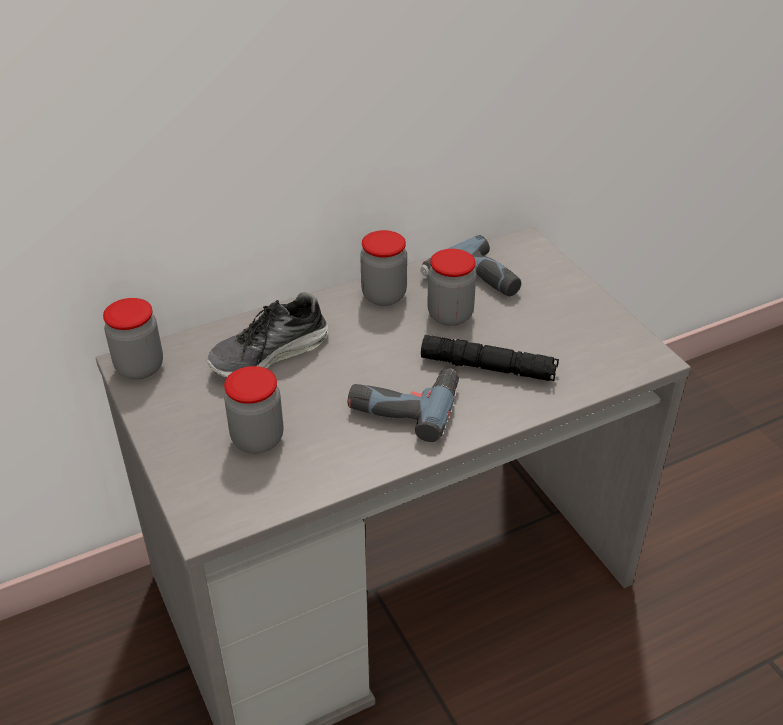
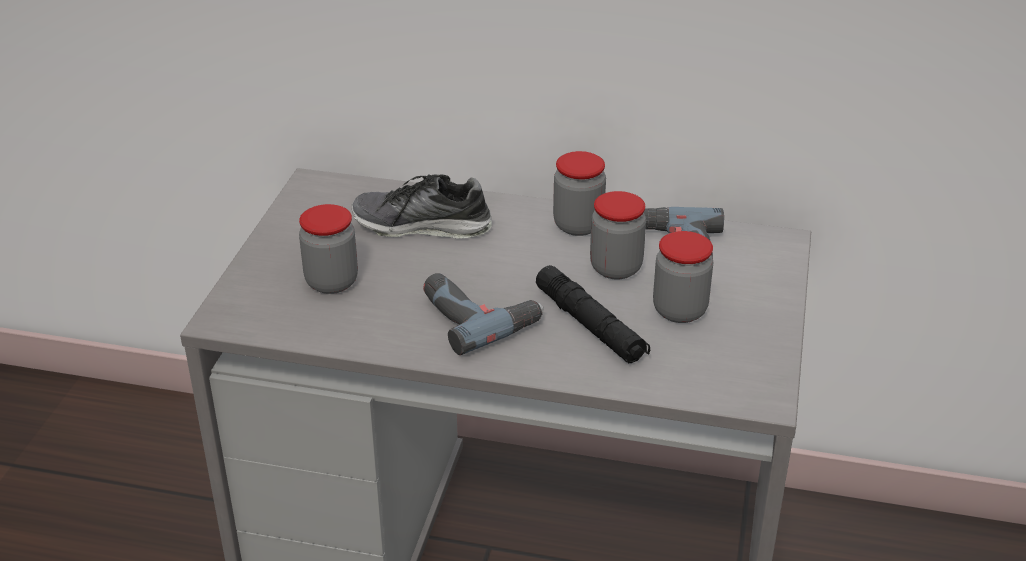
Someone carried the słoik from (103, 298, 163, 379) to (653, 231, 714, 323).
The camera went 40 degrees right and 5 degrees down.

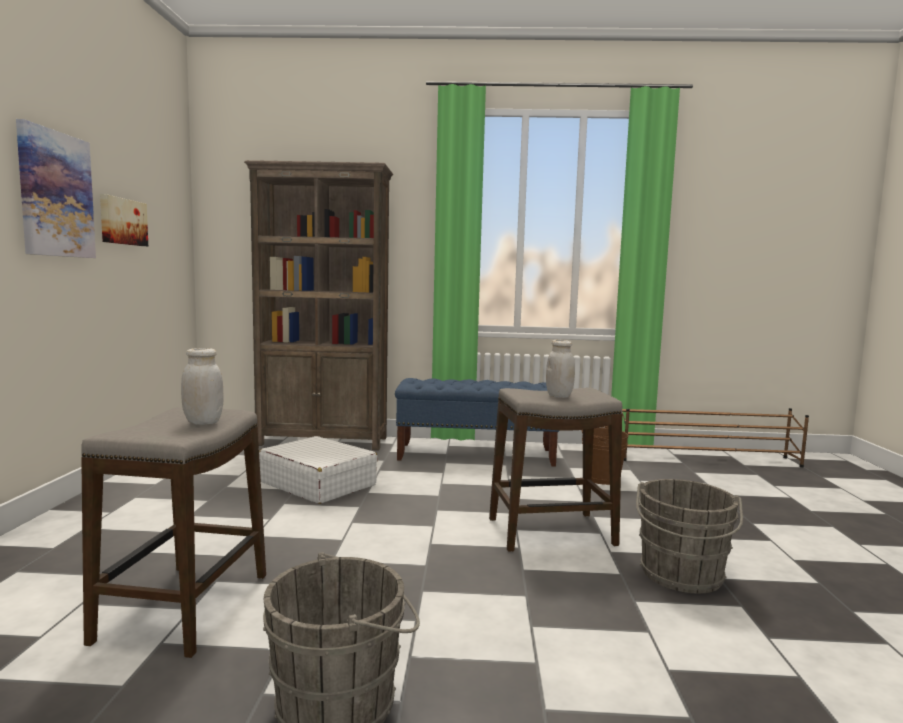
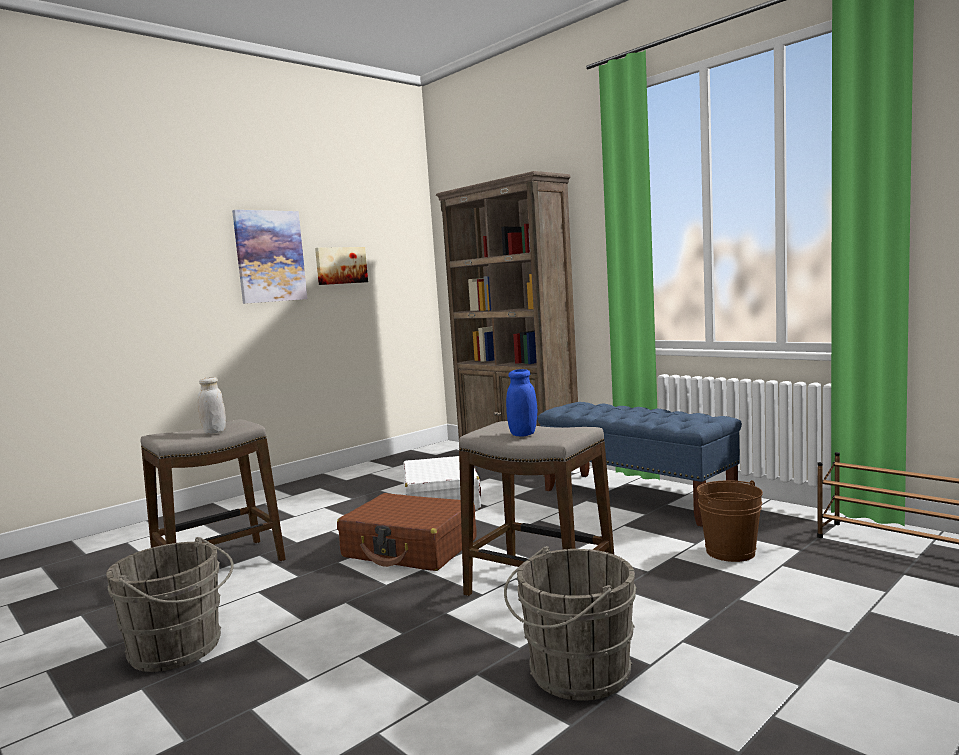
Someone repainted the słoik (biały) at (546, 340, 575, 398), which became the słoik (niebieski) at (506, 369, 537, 437).
Someone put down the walizka (brązowy) at (337, 493, 477, 571).
The camera went 45 degrees right and 0 degrees up.

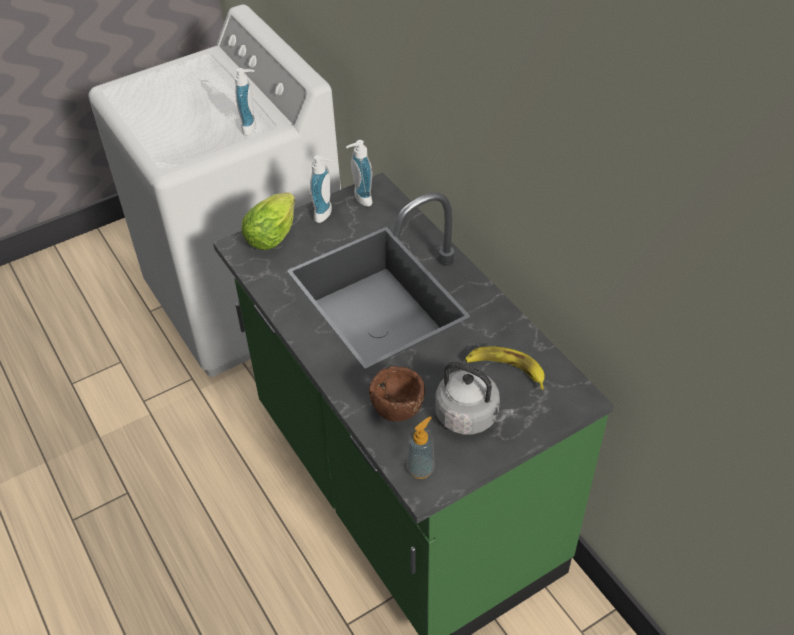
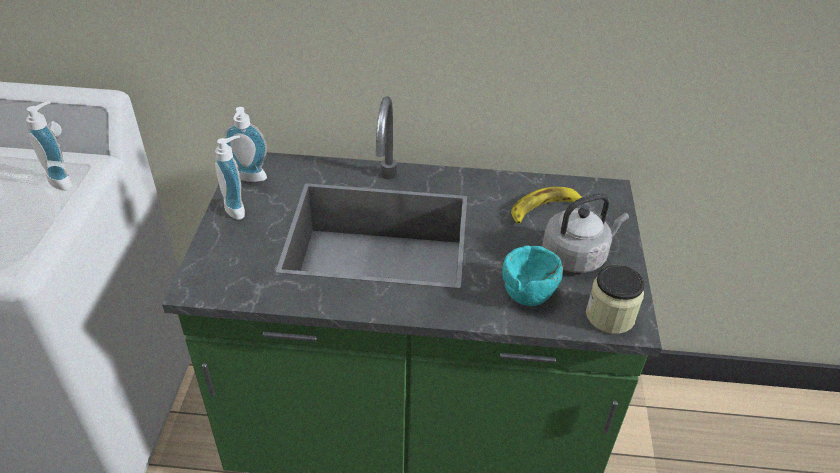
Someone took away the sałata at (241, 192, 295, 250).
Someone repainted the miska (brązowy) at (369, 366, 425, 422), which became the miska (turkusowy) at (502, 245, 563, 306).
Someone swapped the dozownik mydła at (406, 417, 435, 479) for the słoik at (586, 265, 645, 334).
The camera went 55 degrees left and 5 degrees down.

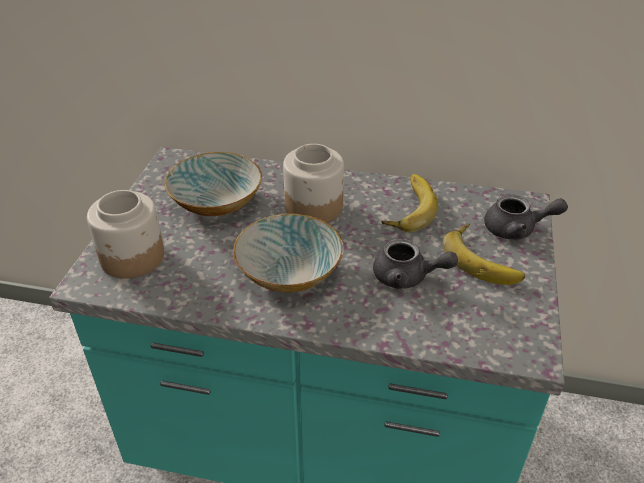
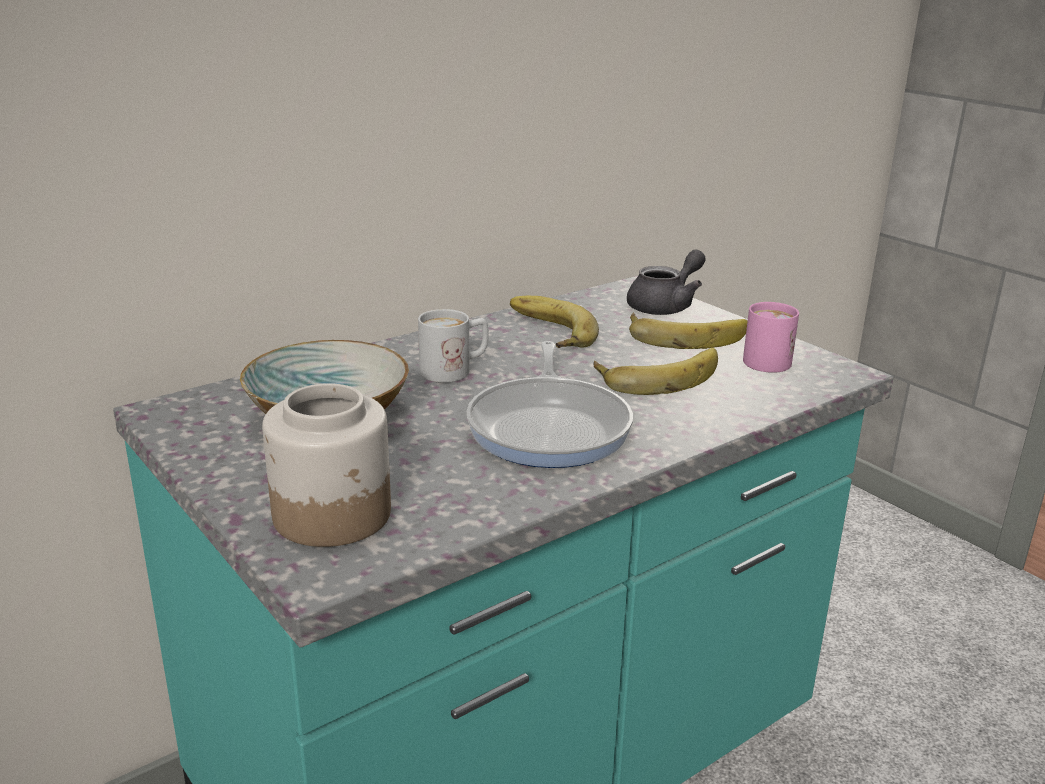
Someone swapped the słoik at (283, 144, 344, 223) for the kubek (biały) at (418, 309, 489, 383).
Someone swapped the miska at (233, 214, 344, 292) for the patelnia at (467, 341, 633, 468).
Someone swapped the imbryk (szary) at (373, 238, 458, 289) for the banan at (593, 348, 718, 395).
Someone put down the kubek (różowy) at (743, 302, 799, 373).
The camera went 50 degrees left and 15 degrees down.

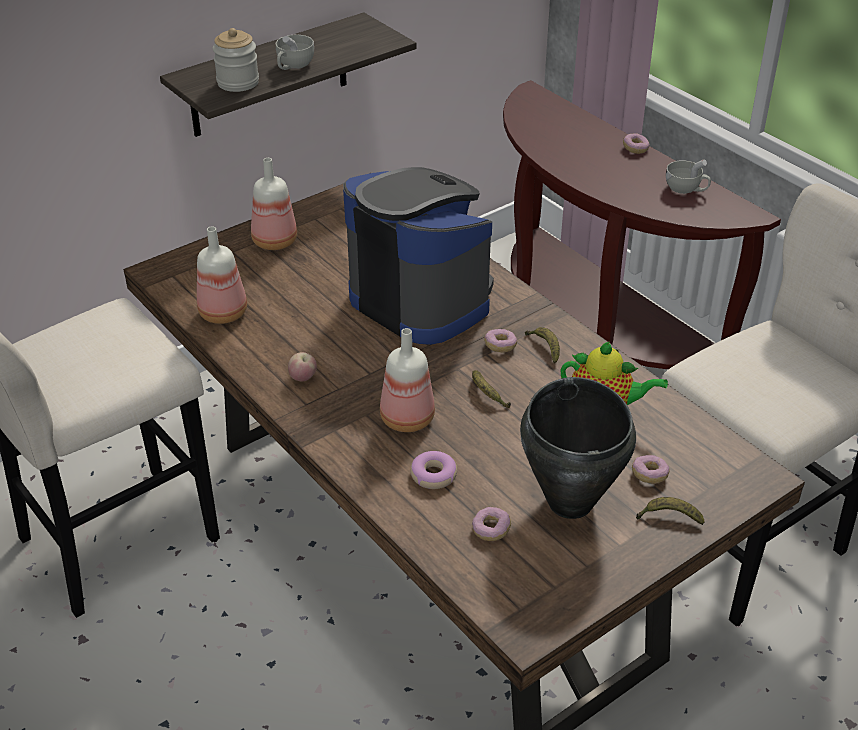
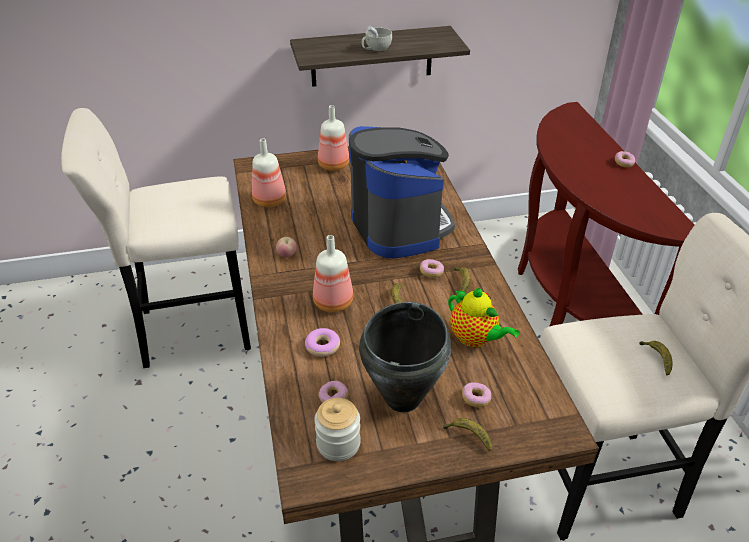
Someone carried the słoik from (212, 28, 259, 92) to (314, 398, 361, 461).
Someone took away the filiżanka (biały) at (666, 159, 711, 194).
Someone put down the banan at (639, 341, 673, 376).
The camera went 25 degrees right and 0 degrees up.

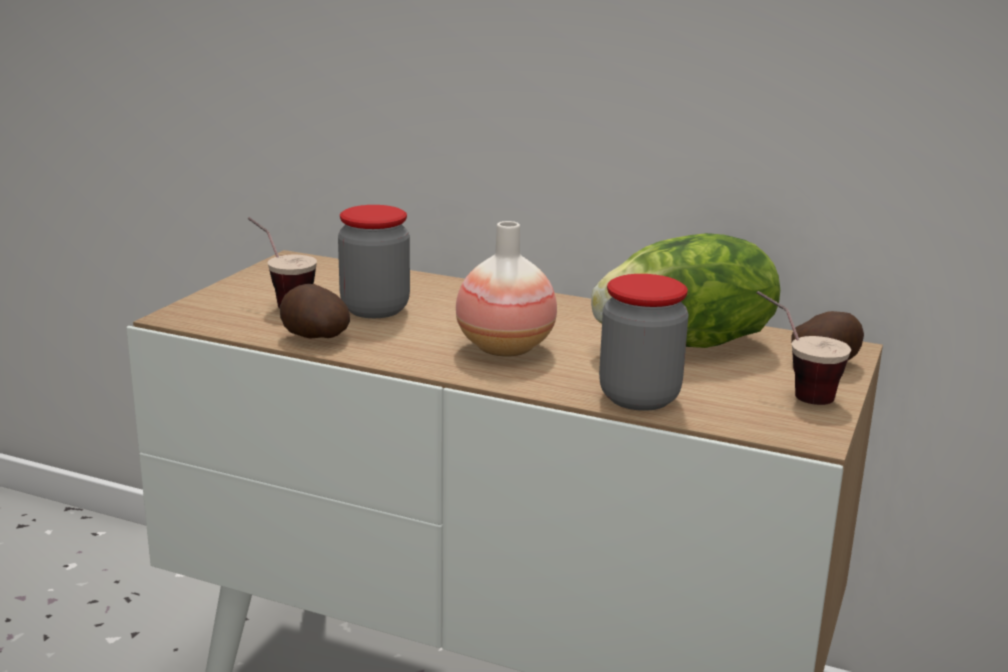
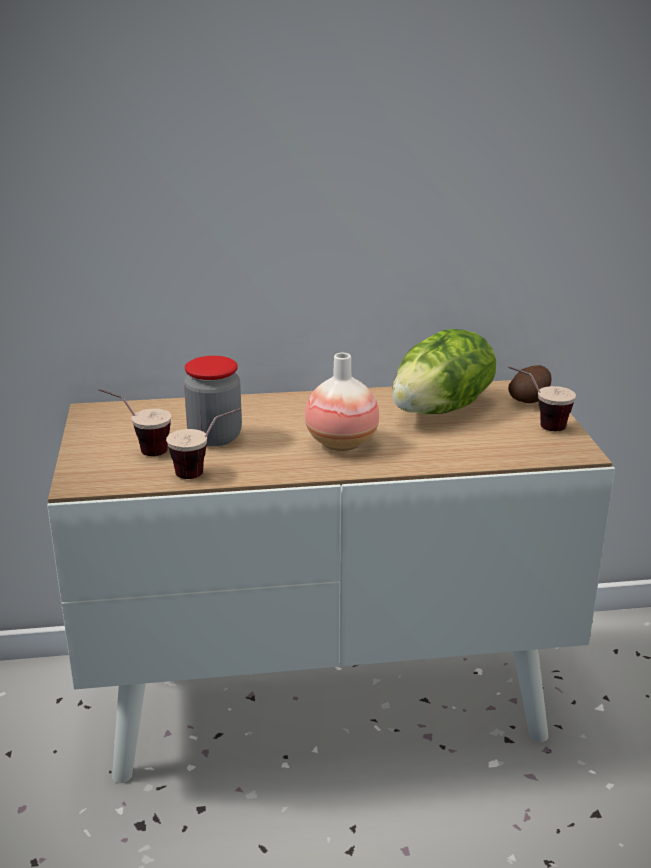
Someone took away the słoik at (599, 274, 689, 411).
Someone swapped the ziemniak at (280, 284, 350, 339) for the filiżanka at (166, 408, 241, 479).
The camera went 30 degrees left and 5 degrees up.

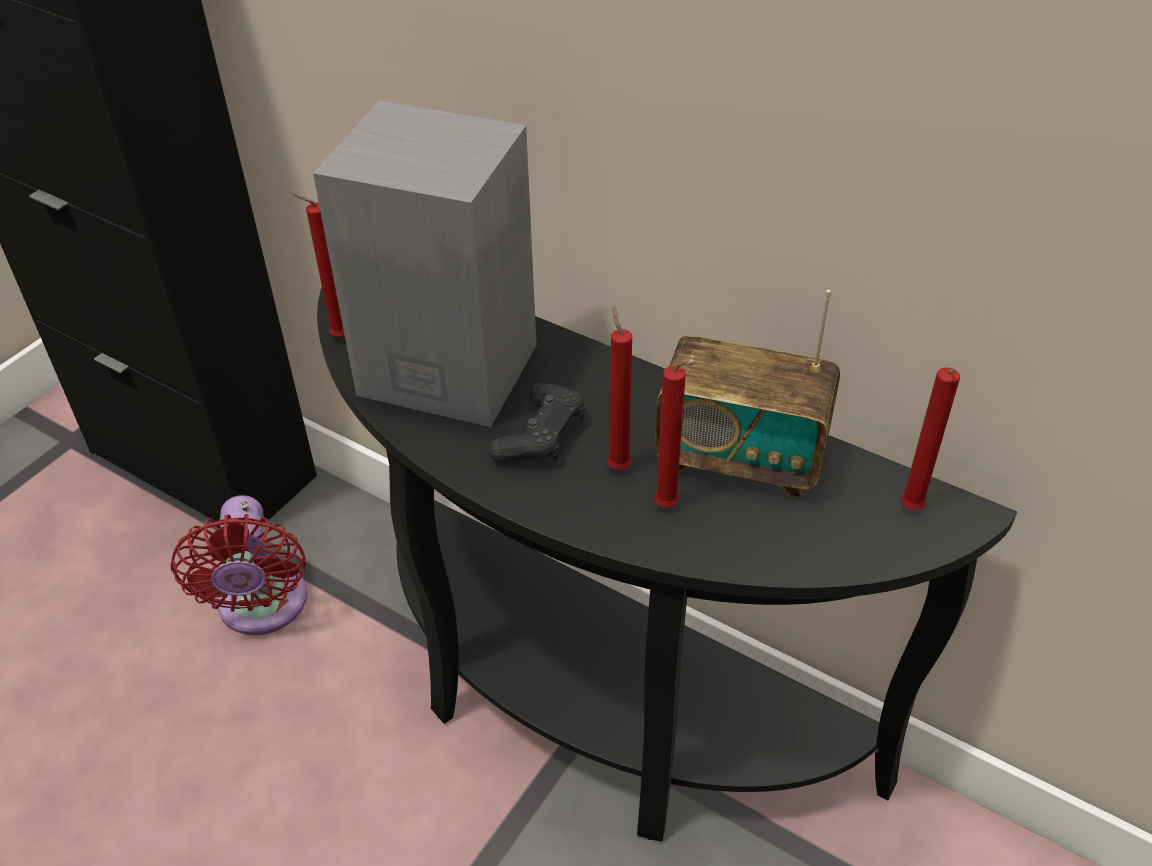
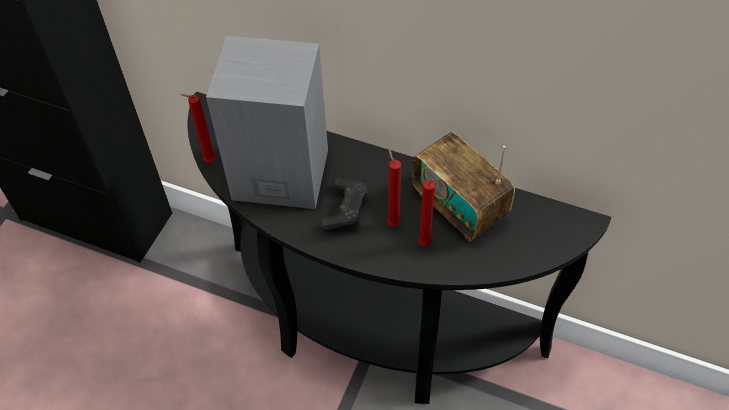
Someone rotated the radio at (655, 289, 840, 498) by 45 degrees clockwise.
Someone took away the świeca (czerwony) at (901, 367, 960, 510).
Someone took away the wentylator (czerwony) at (171, 495, 307, 635).
The camera went 10 degrees left and 10 degrees up.

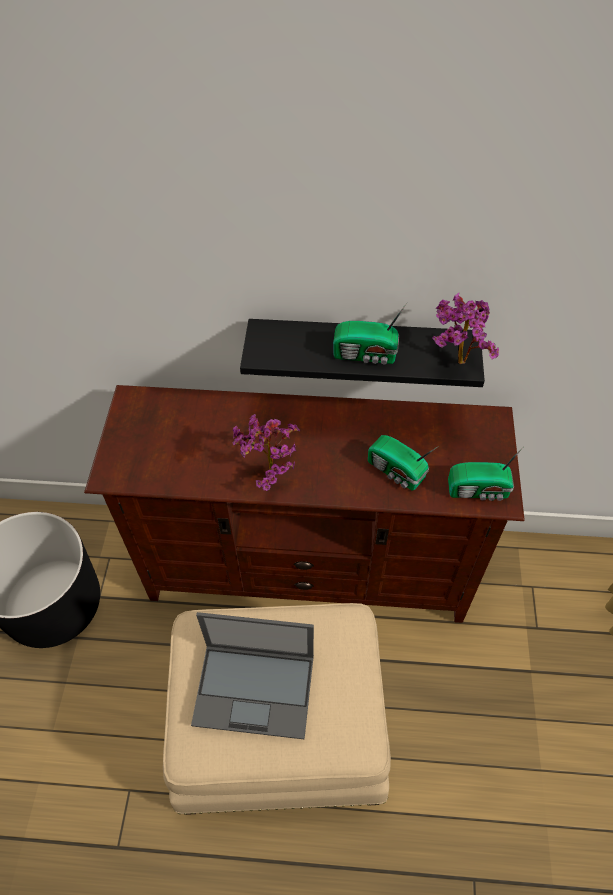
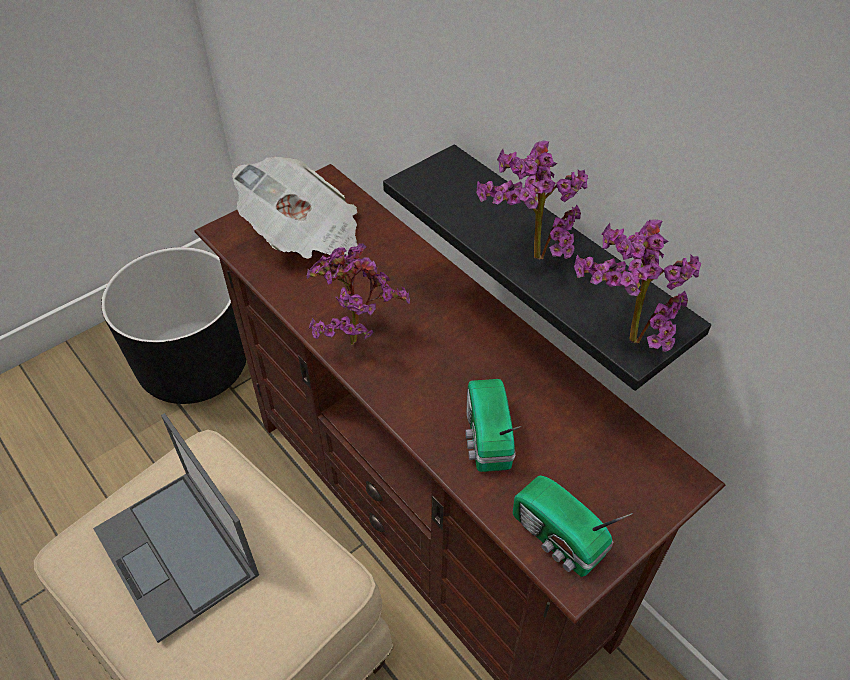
Someone swapped the radio at (333, 303, 407, 364) for the roślina doniczkowa at (476, 141, 588, 260).
Someone put down the gazeta at (232, 157, 358, 259).
The camera went 45 degrees right and 5 degrees down.

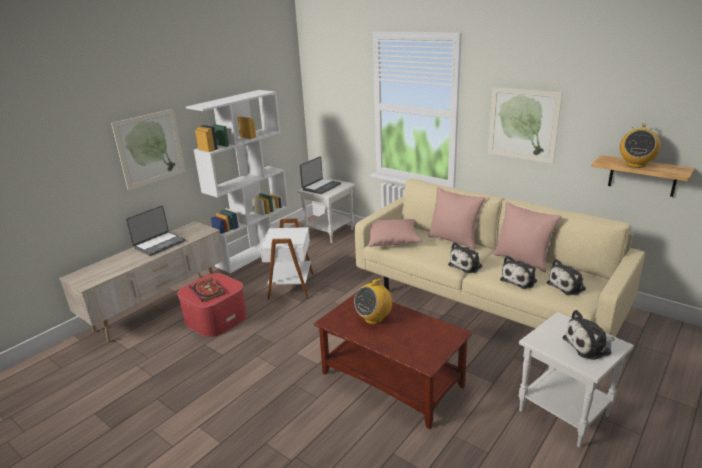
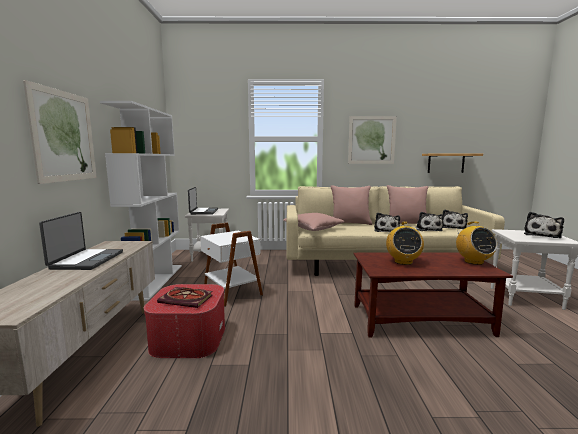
Someone carried the radio from (620, 124, 661, 168) to (456, 221, 497, 265).
The camera went 40 degrees left and 15 degrees down.

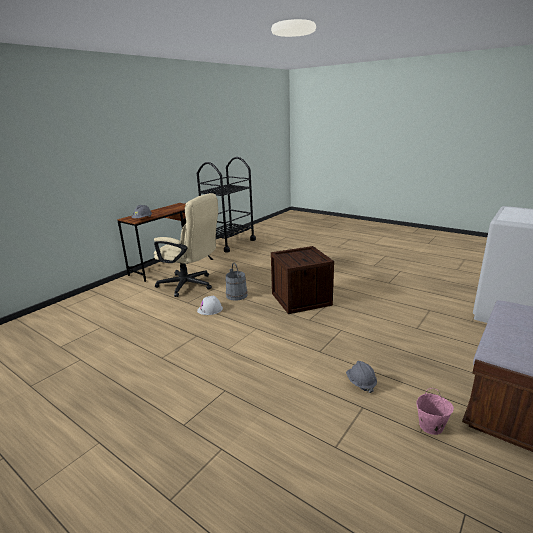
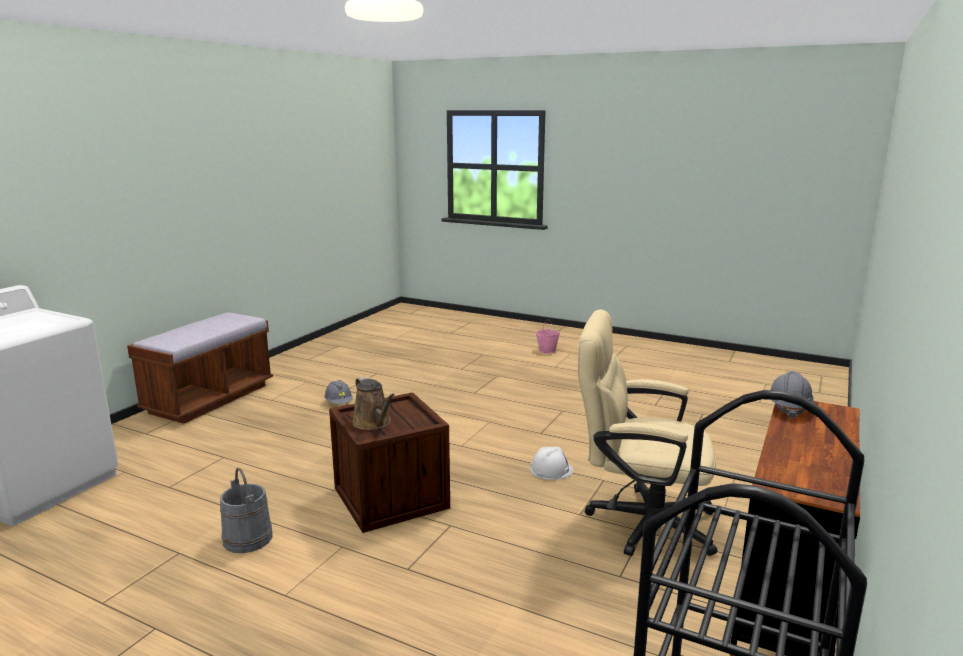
Someone carried the wiadro (szary) from (226, 262, 248, 301) to (220, 468, 272, 553).
Someone carried the wiadro (różowy) from (416, 388, 454, 435) to (536, 319, 560, 354).
Someone put down the konewka (brązowy) at (352, 377, 395, 430).
The camera went 170 degrees right and 5 degrees down.

